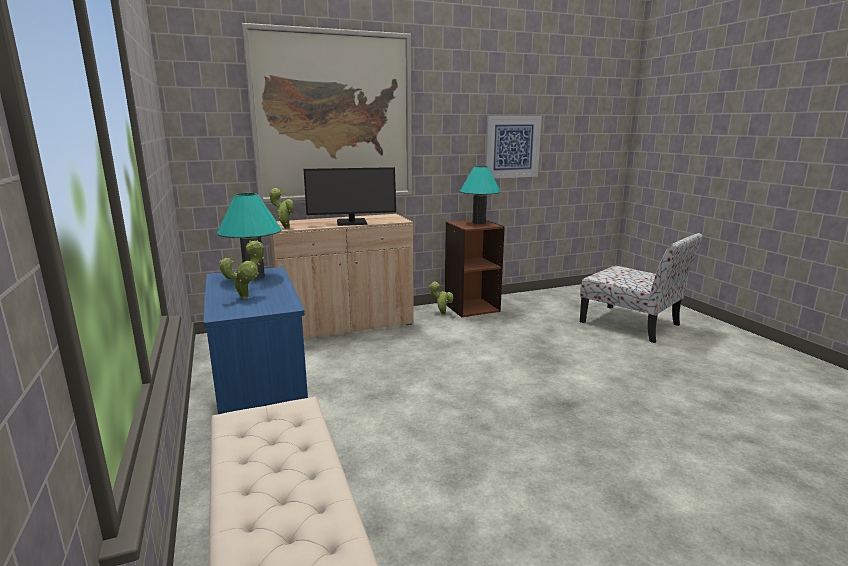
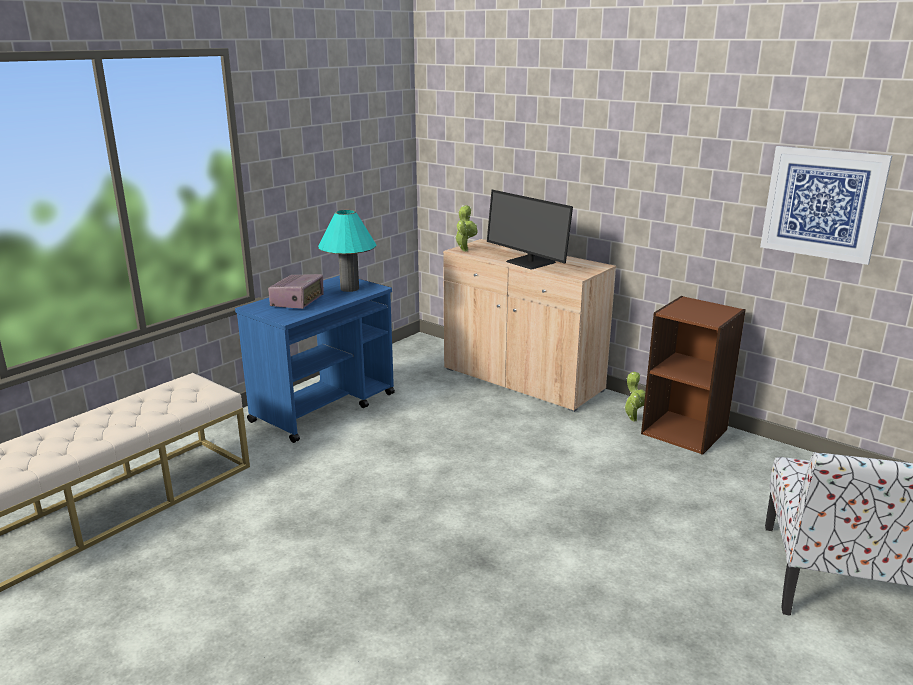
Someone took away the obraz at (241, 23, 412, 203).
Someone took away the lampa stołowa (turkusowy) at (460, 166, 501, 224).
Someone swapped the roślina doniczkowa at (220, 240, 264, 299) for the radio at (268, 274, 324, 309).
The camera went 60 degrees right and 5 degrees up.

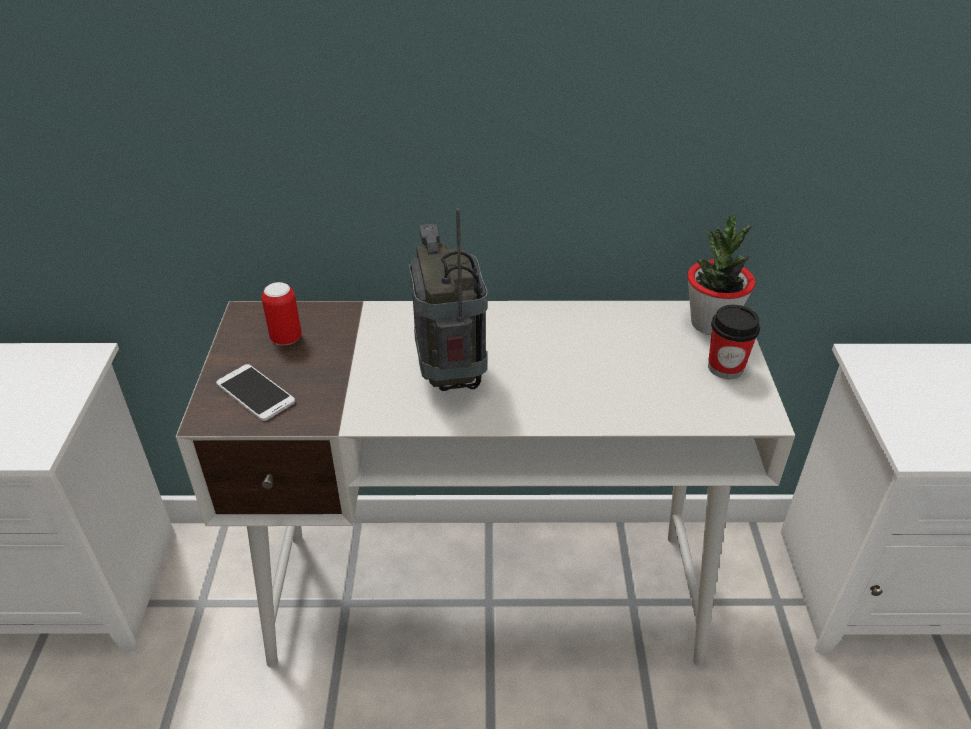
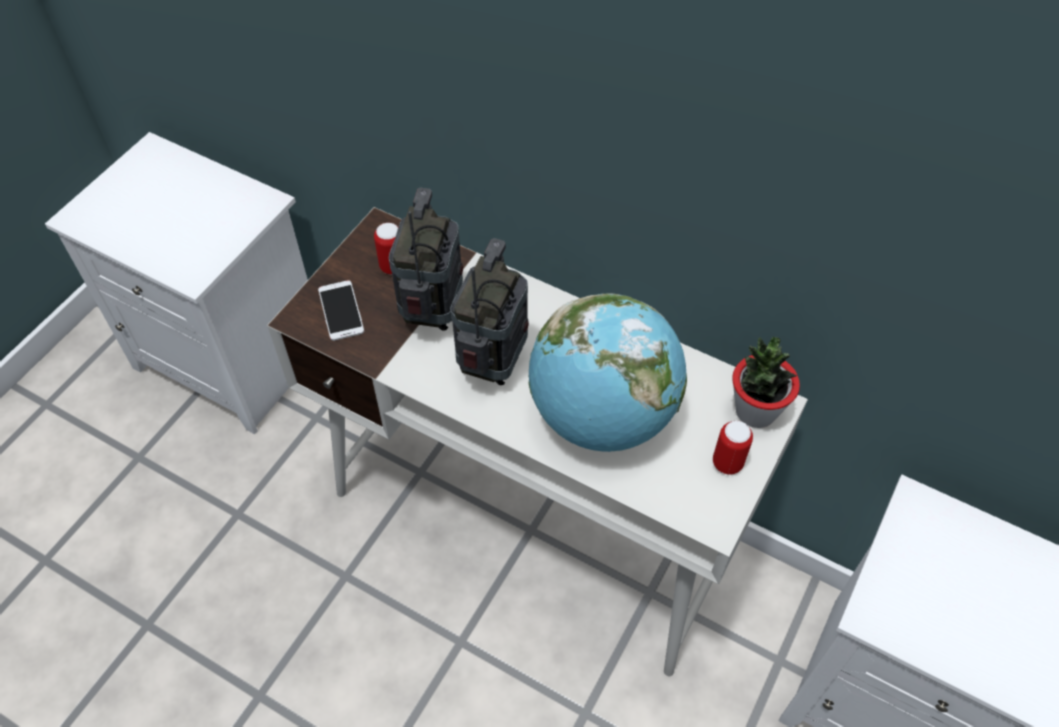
Someone swapped the filiżanka at (708, 305, 760, 379) for the puszka at (713, 421, 753, 475).
Someone put down the radio at (389, 187, 463, 331).
Someone put down the globus at (529, 293, 687, 452).
The camera went 30 degrees right and 15 degrees up.

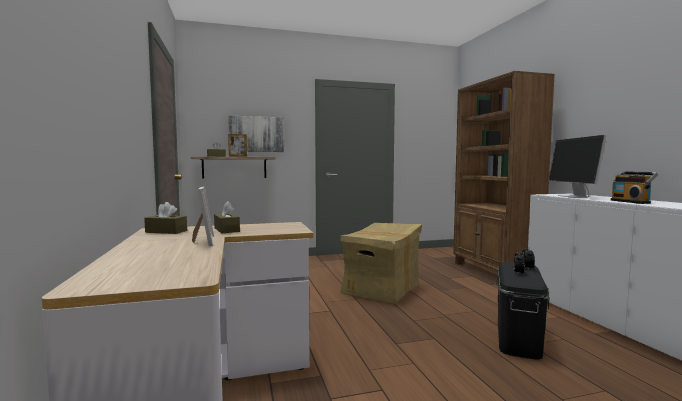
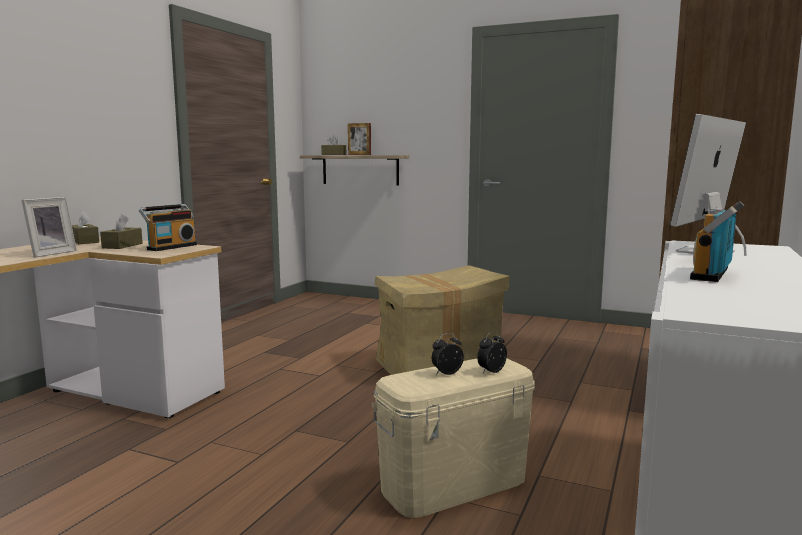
Someone took away the obraz at (228, 116, 284, 152).
Someone repainted the pojemnik do przechowywania (czarny) at (497, 262, 550, 360), which became the pojemnik do przechowywania (beżowy) at (371, 358, 535, 518).
Someone put down the radio at (139, 204, 197, 251).
The camera went 40 degrees right and 5 degrees up.

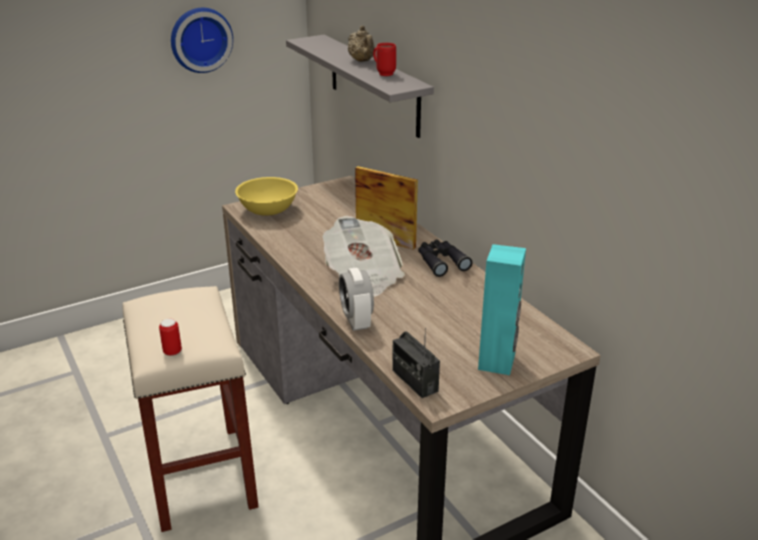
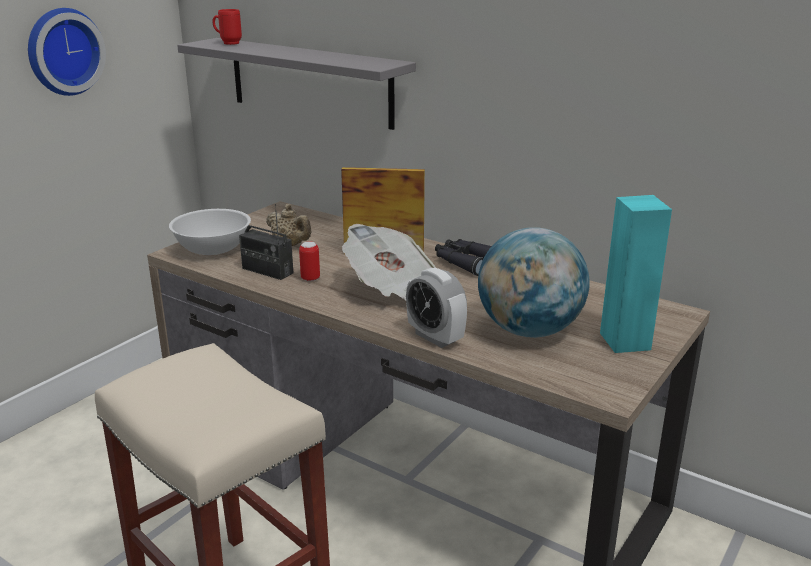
Someone carried the imbryk (beżowy) from (348, 26, 375, 62) to (266, 204, 311, 246).
Someone carried the kubek (czerwony) from (373, 43, 396, 76) to (212, 9, 242, 45).
Someone repainted the miska (żółty) at (235, 177, 298, 216), which became the miska (biały) at (169, 209, 251, 255).
Someone carried the puszka from (159, 319, 182, 356) to (299, 241, 320, 281).
Someone carried the radio from (392, 328, 440, 398) to (239, 204, 293, 280).
Someone put down the globus at (478, 227, 590, 338).
The camera went 25 degrees left and 5 degrees down.

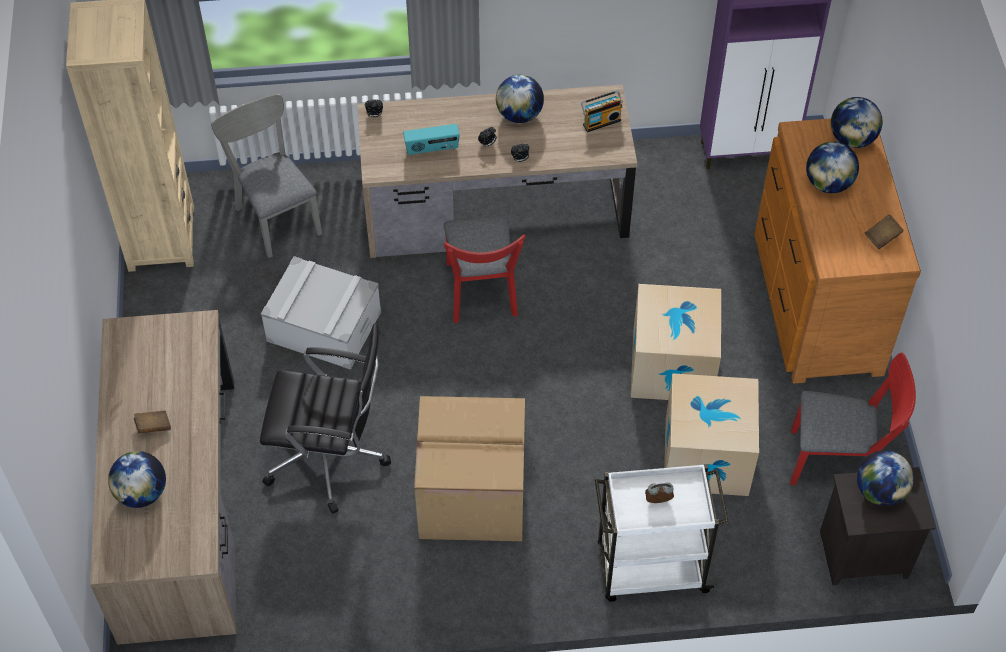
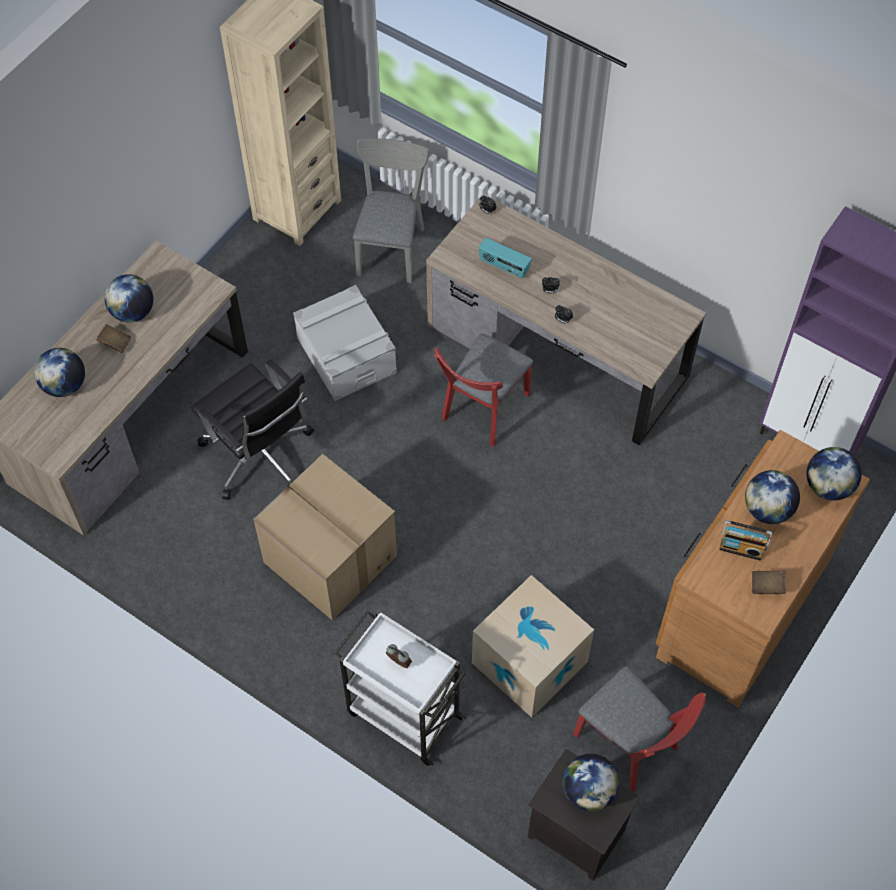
Someone carried the globus from (496, 75, 544, 123) to (104, 274, 153, 323).
Someone carried the radio from (581, 90, 623, 132) to (719, 520, 772, 561).
Someone took away the karton at (631, 284, 721, 400).
The camera went 40 degrees right and 5 degrees up.

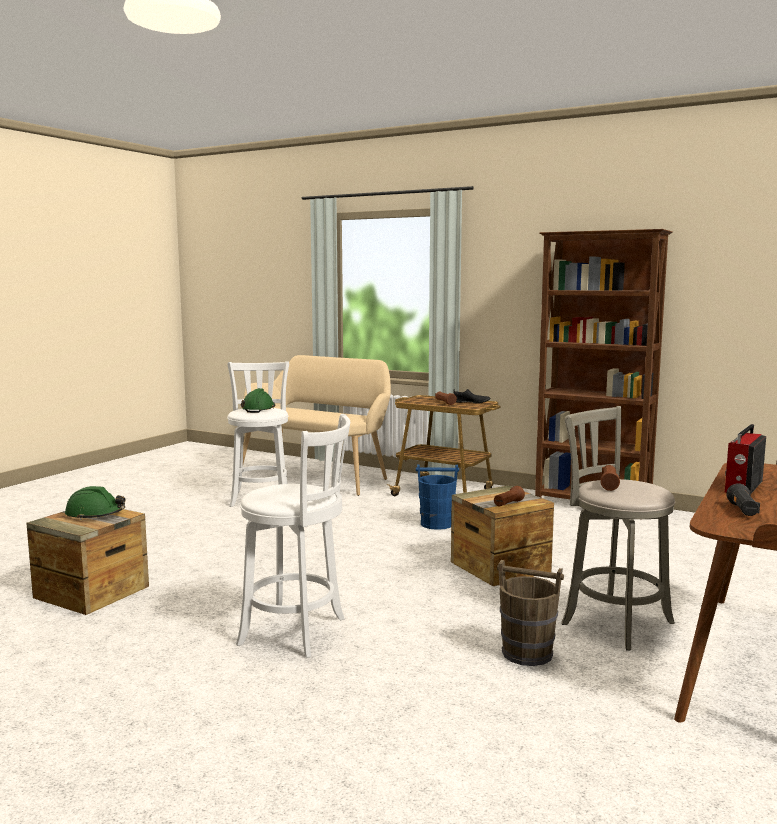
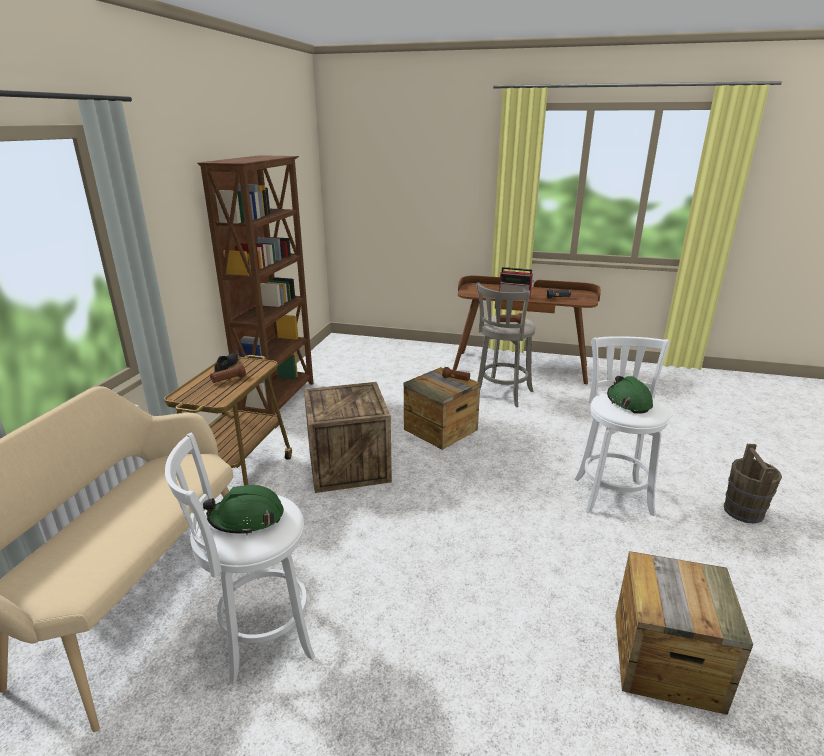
Someone swapped the wiadro (niebieski) at (416, 464, 459, 530) for the skrzynka at (304, 382, 392, 493).
Someone carried the kask (zielony) from (65, 486, 126, 520) to (607, 376, 653, 414).
Someone carried the wiadro (brązowy) from (497, 560, 564, 666) to (724, 444, 782, 524).
The camera went 105 degrees left and 15 degrees up.

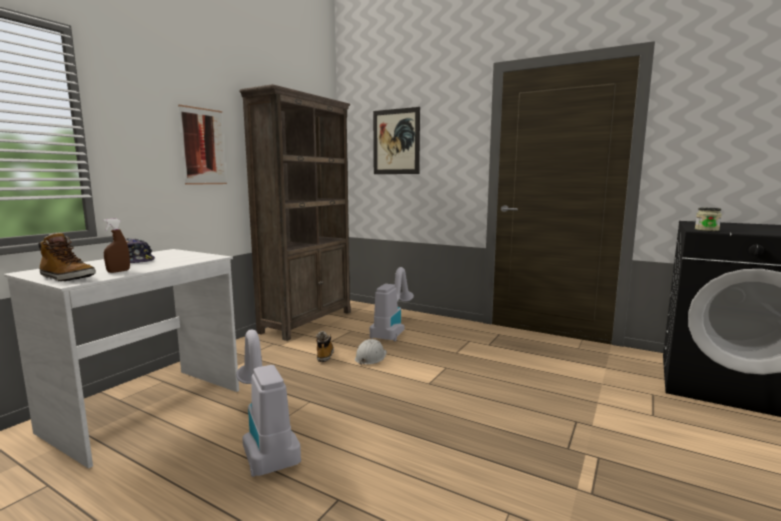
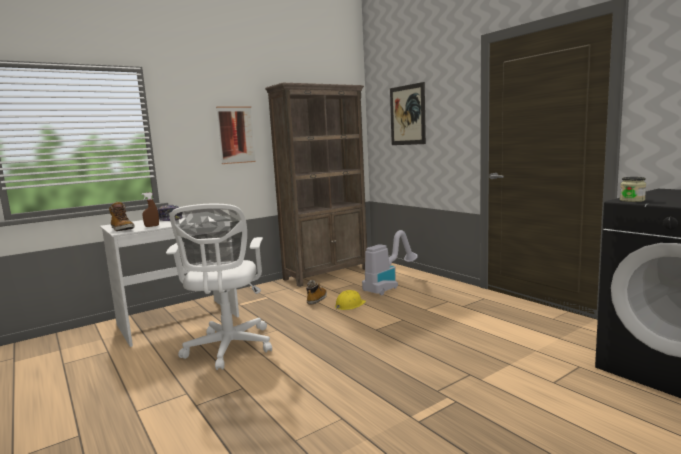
Someone swapped the odkurzacz at (236, 329, 301, 477) for the krzesło biurowe (biały) at (166, 204, 272, 370).
Someone repainted the kask (biały) at (355, 339, 387, 365), which became the kask (żółty) at (335, 290, 366, 310).
The camera went 25 degrees right and 0 degrees up.

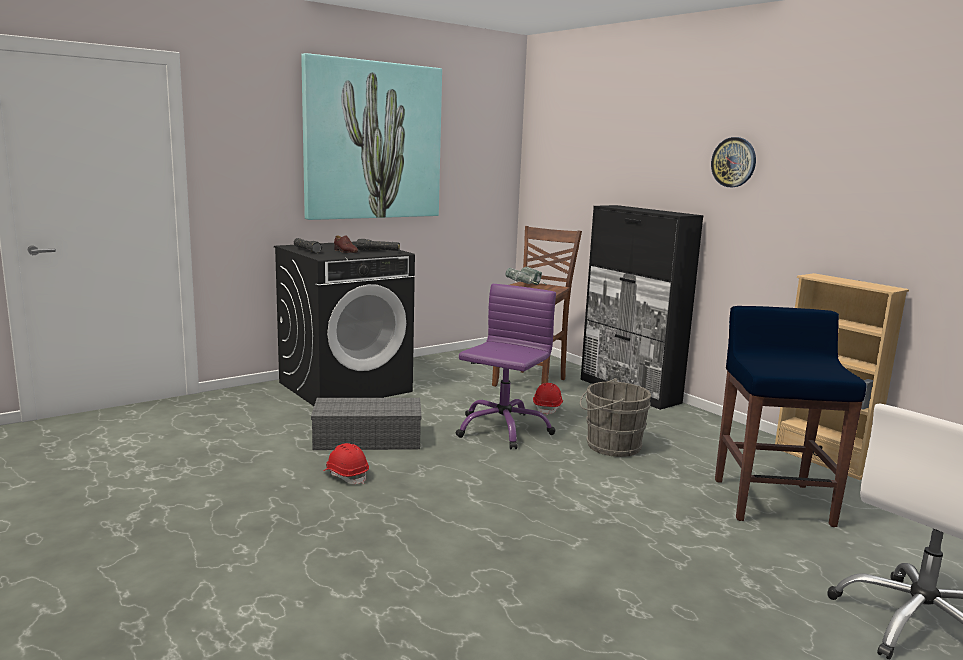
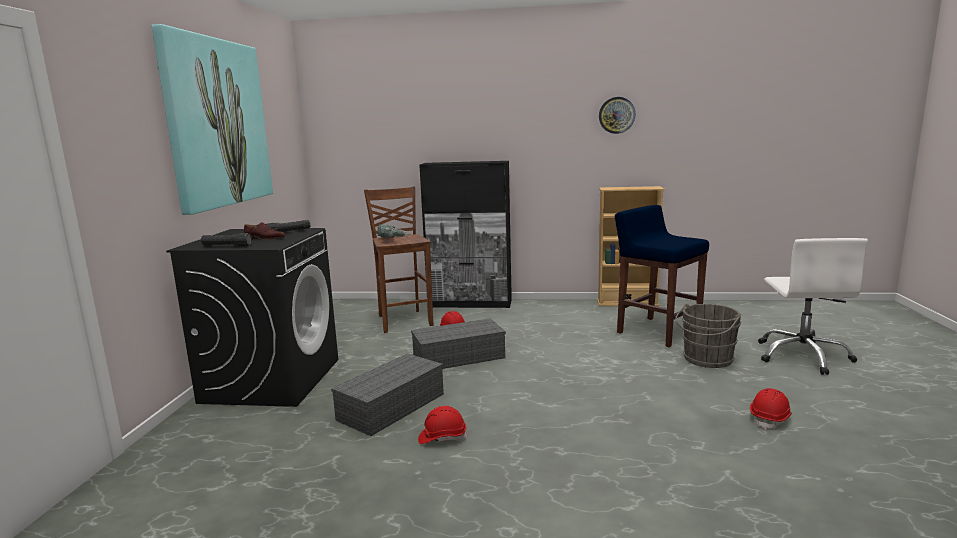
Someone carried the zegar ścienny from (711, 137, 756, 187) to (599, 97, 636, 134).
Someone swapped the krzesło biurowe (fioletowy) at (456, 284, 556, 449) for the pojemnik do przechowywania (szary) at (411, 318, 506, 369).
Someone carried the wiadro (szary) from (580, 378, 651, 457) to (675, 303, 741, 368).
Someone put down the kask (czerwony) at (750, 388, 792, 430).
The camera went 45 degrees left and 0 degrees up.

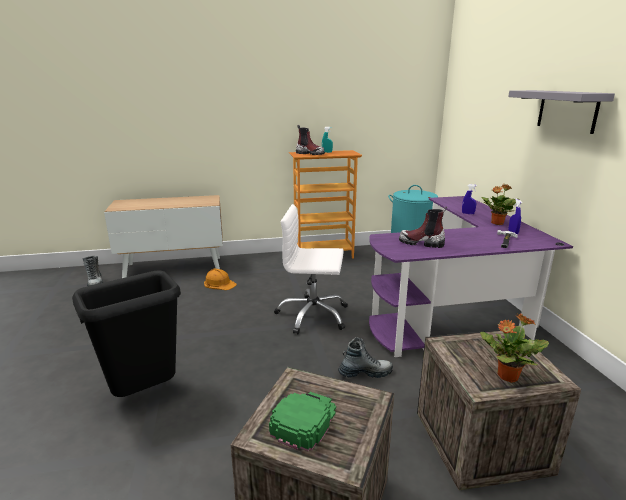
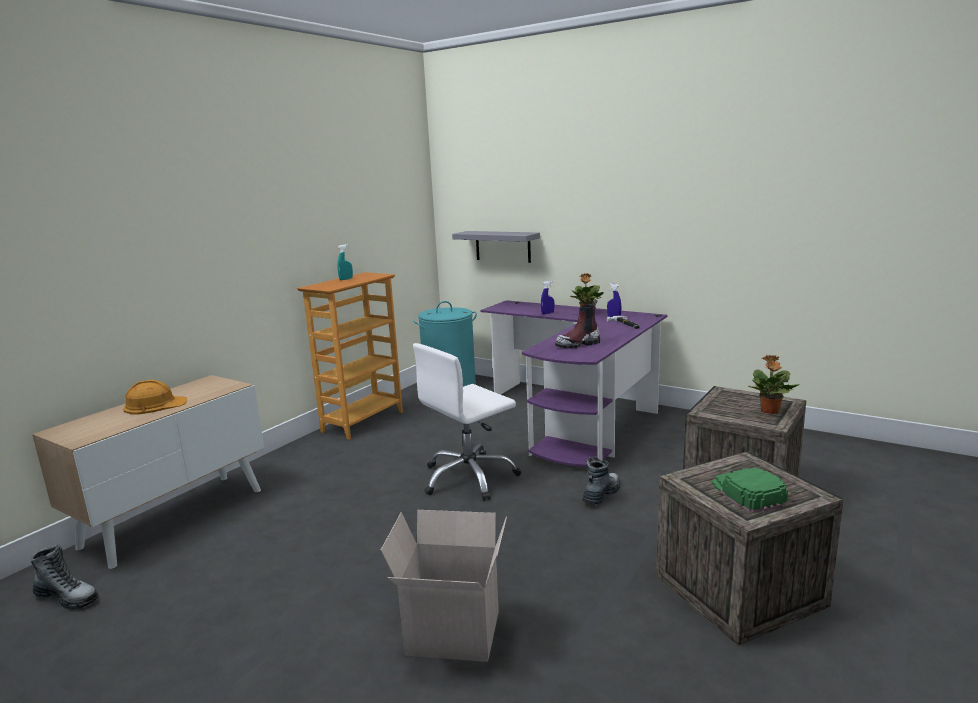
Someone carried the półka (szary) from (508, 90, 615, 134) to (452, 231, 540, 263).
Someone took away the but z cholewką at (296, 125, 325, 155).
Someone carried the kask (pomarańczowy) from (204, 268, 237, 290) to (123, 380, 187, 415).
Someone swapped the kosz na śmieci (czarny) at (72, 270, 181, 397) for the karton at (381, 510, 507, 662).
The camera went 45 degrees left and 5 degrees down.

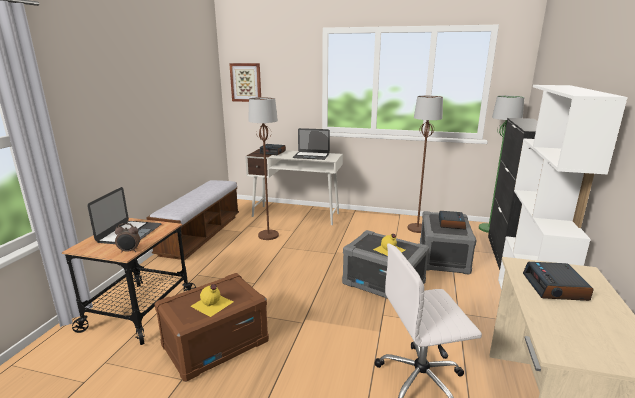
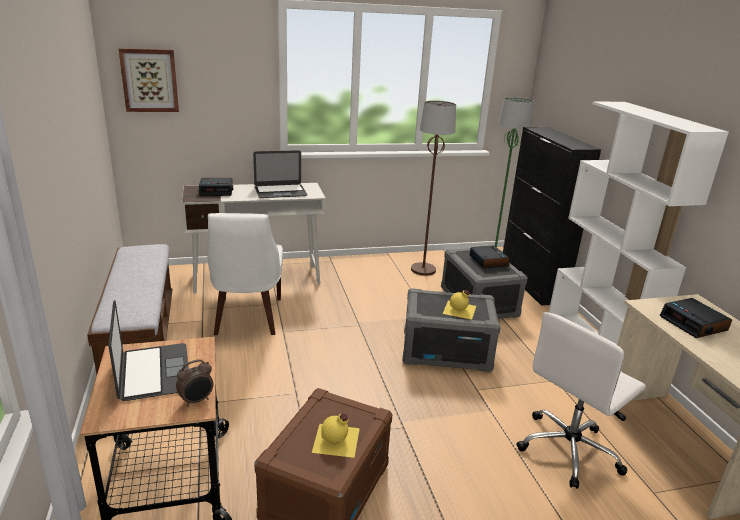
Someone swapped the lampa stojąca (brązowy) at (248, 97, 279, 240) for the krzesło (biały) at (207, 213, 283, 335).
The camera went 30 degrees left and 5 degrees up.

